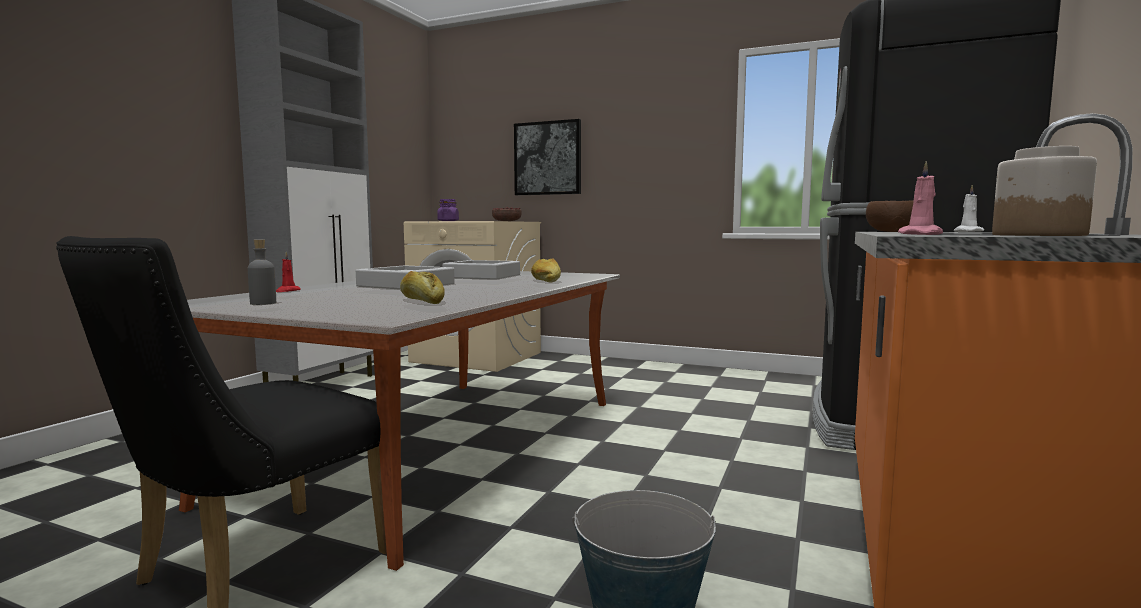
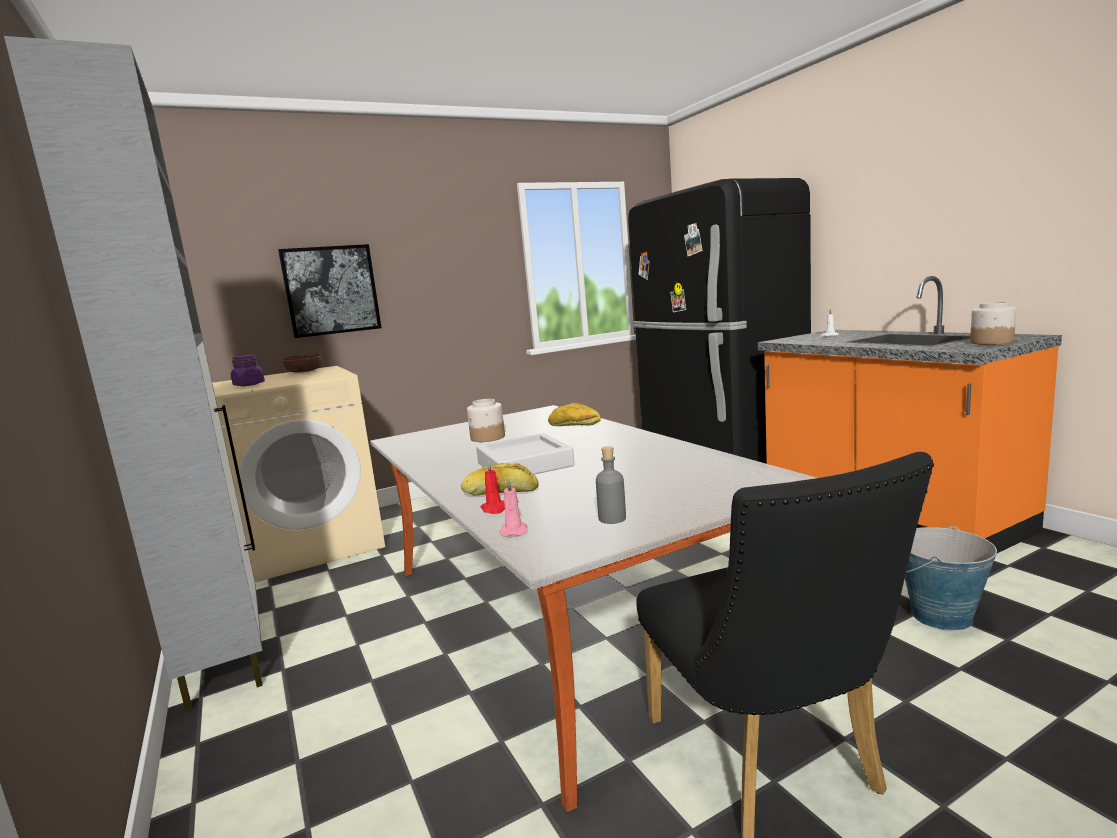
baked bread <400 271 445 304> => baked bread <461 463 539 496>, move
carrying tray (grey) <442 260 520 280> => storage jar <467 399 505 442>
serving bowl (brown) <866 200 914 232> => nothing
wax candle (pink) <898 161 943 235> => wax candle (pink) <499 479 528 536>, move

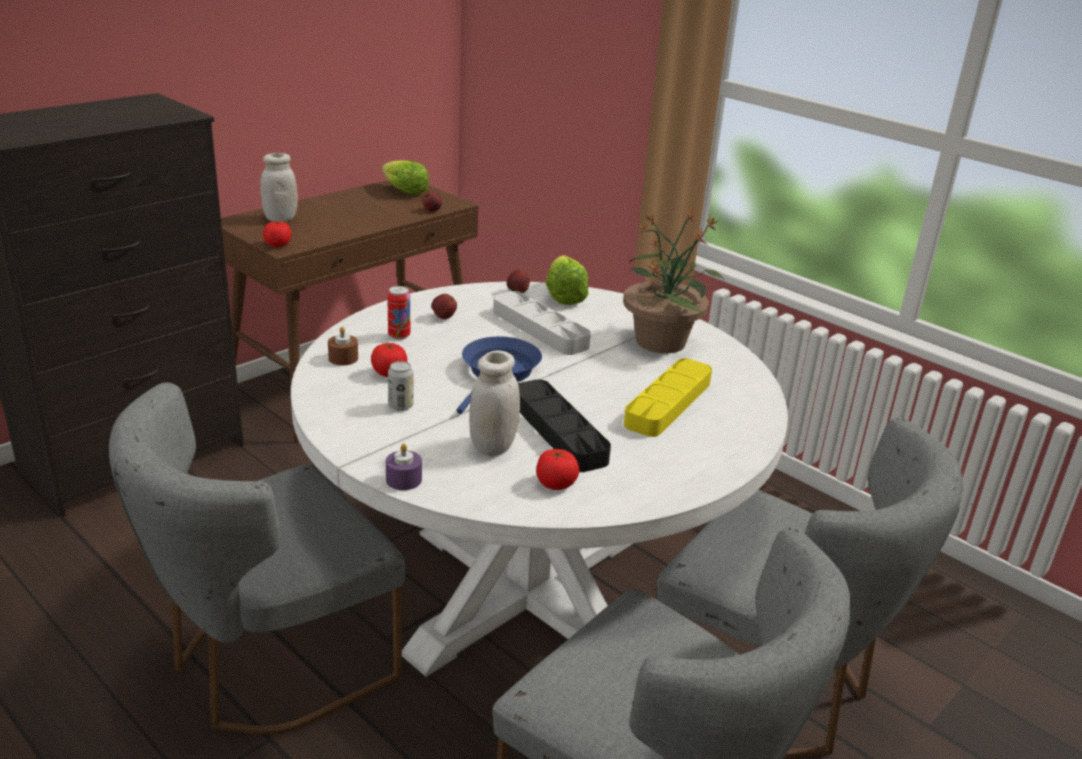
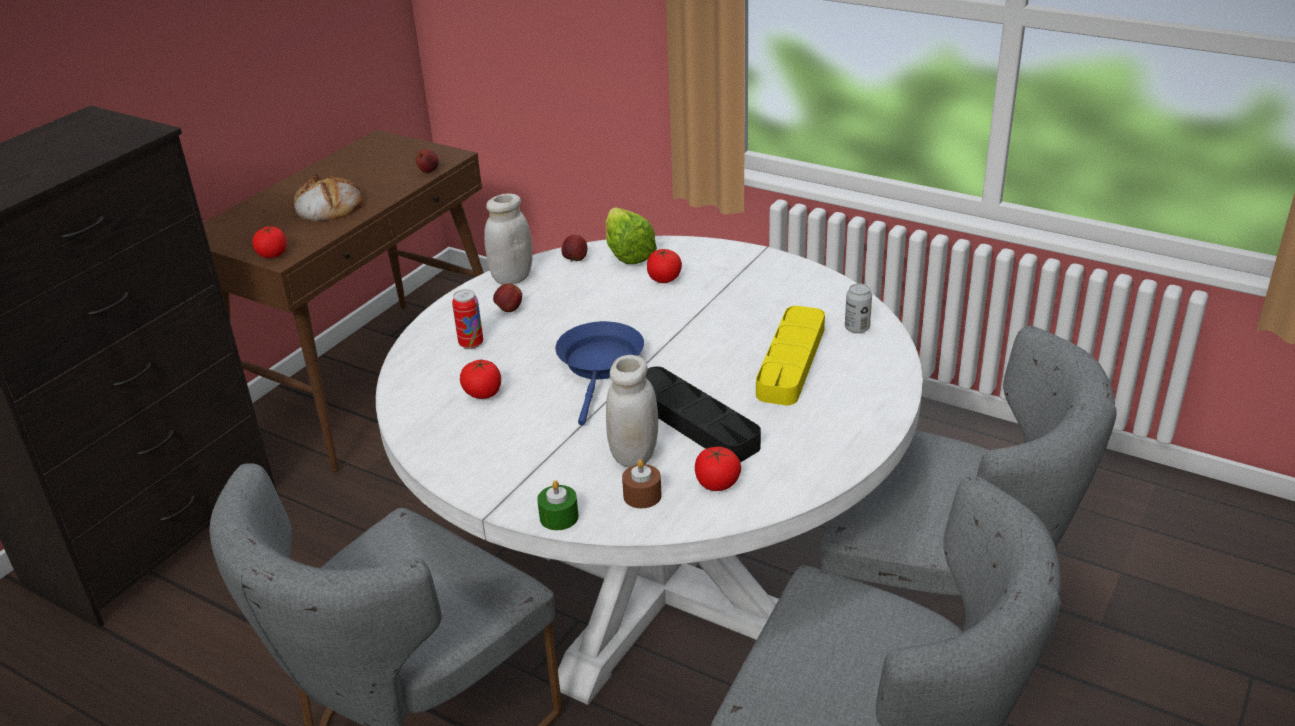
storage jar (white-coloured) <260 153 298 222> => storage jar (white-coloured) <484 193 533 285>, move
wax candle (brown) <328 327 358 366> => wax candle (brown) <622 459 662 508>, move
head of lettuce <382 160 429 195> => nothing
wax candle (purple) <386 443 422 490> => wax candle (green-coloured) <537 481 579 530>
can <388 361 414 411> => can <845 284 872 334>, move
carrying tray (grey) <493 291 591 355> => nothing
plant in a pot <623 208 725 353> => nothing
nothing => baked bread <294 174 363 221>
nothing => whole tomato <647 249 682 283>

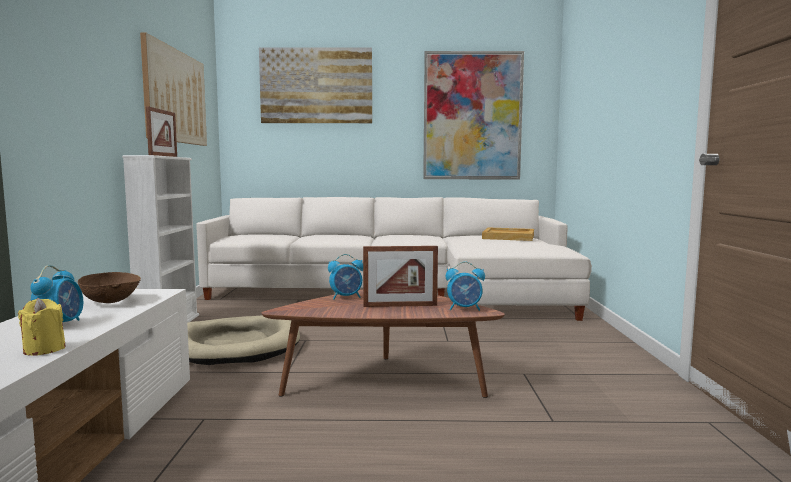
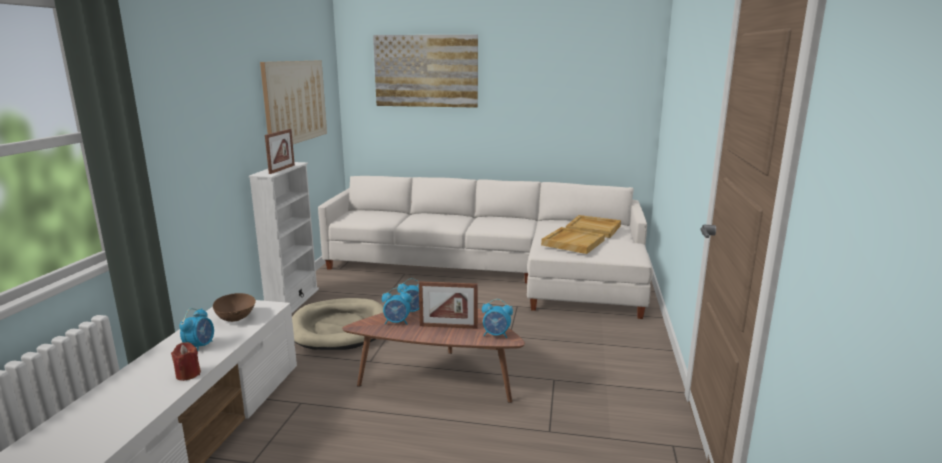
wax candle (yellow-coloured) <18 298 66 356> => wax candle (red) <171 342 201 381>
picture <423 51 524 180> => nothing
nothing => bedside clock <382 288 412 325>
nothing => carrying tray (beige) <541 227 605 254>

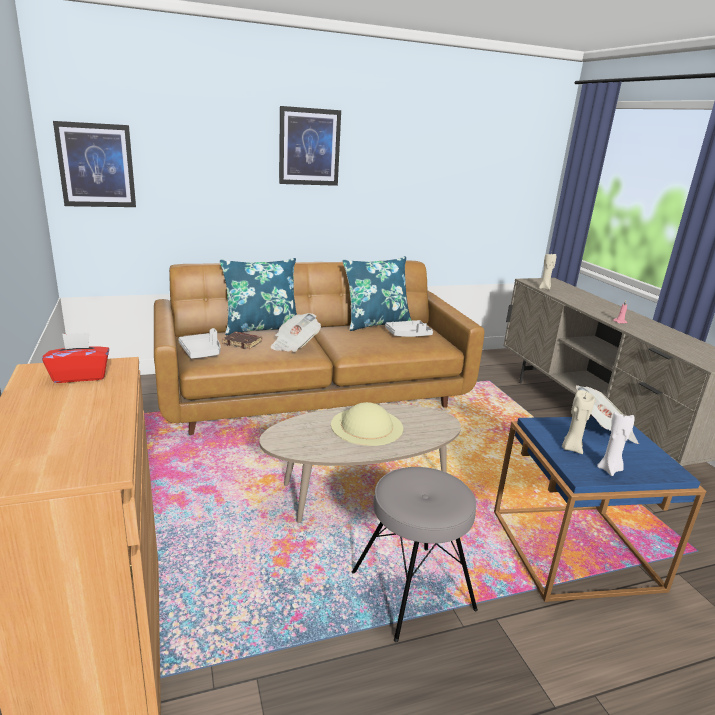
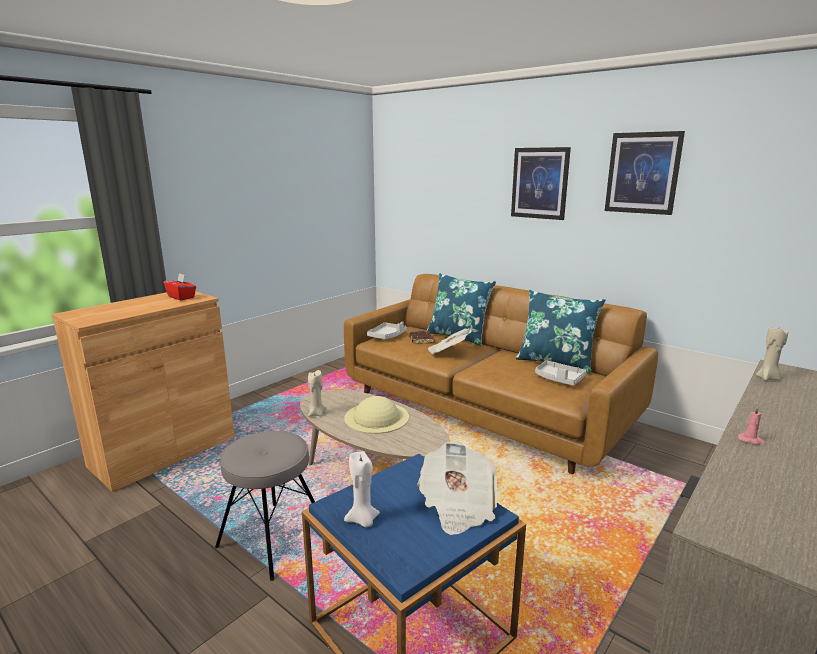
picture <53 121 136 207> => picture <605 131 685 215>, move
wax candle (beige) <562 390 595 454> => wax candle (beige) <308 370 327 416>, move

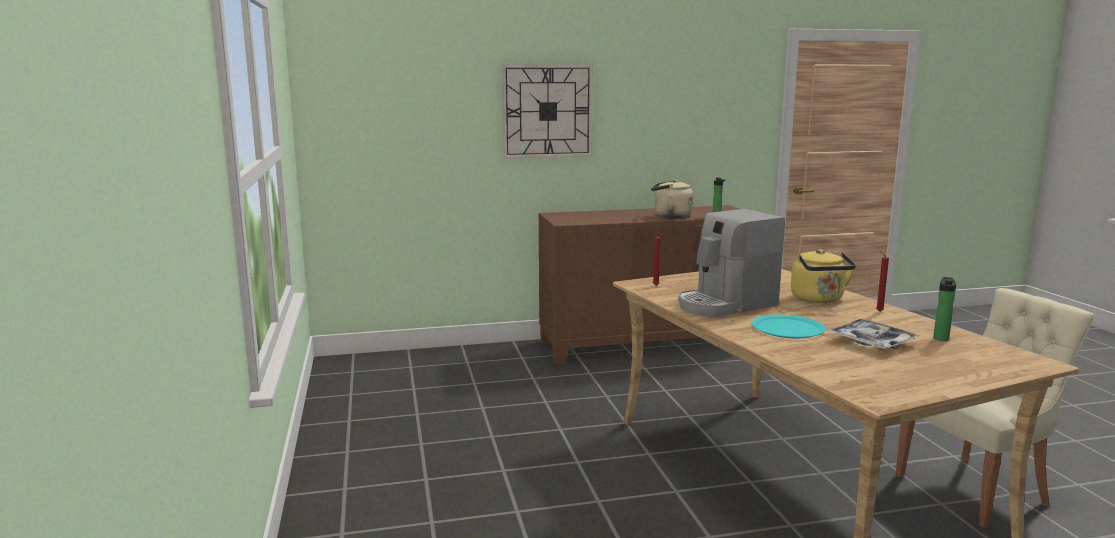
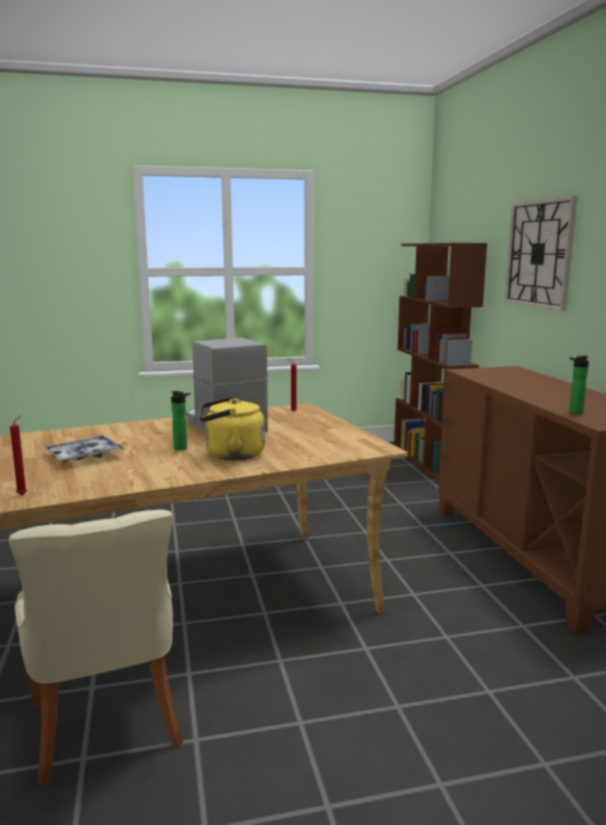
water kettle (beige) <651 180 693 218> => nothing
flat dish (blue-green) <751 314 826 338> => nothing
wax candle (red) <876 251 889 312> => wax candle (red) <10 416 27 495>, move
beverage bottle <933 277 956 341> => beverage bottle <171 391 191 451>, move
nothing => shelving unit (brown) <394 243 487 483>

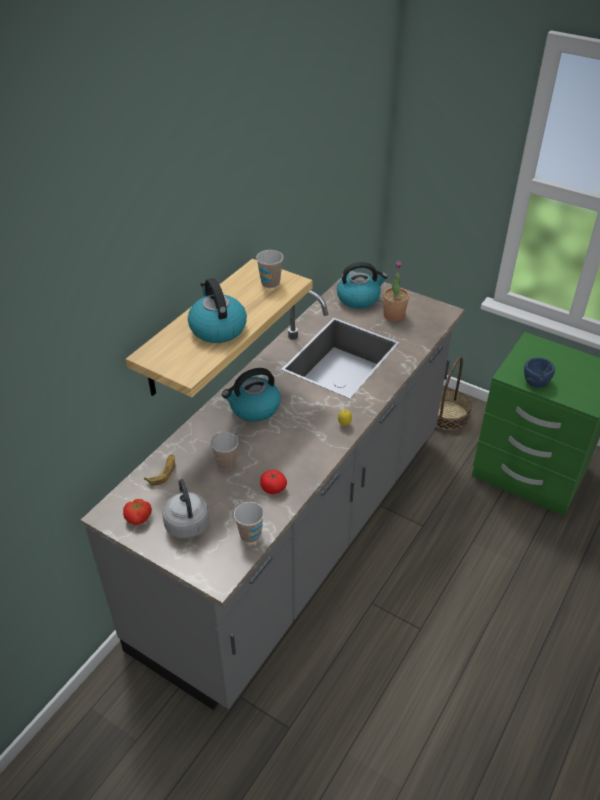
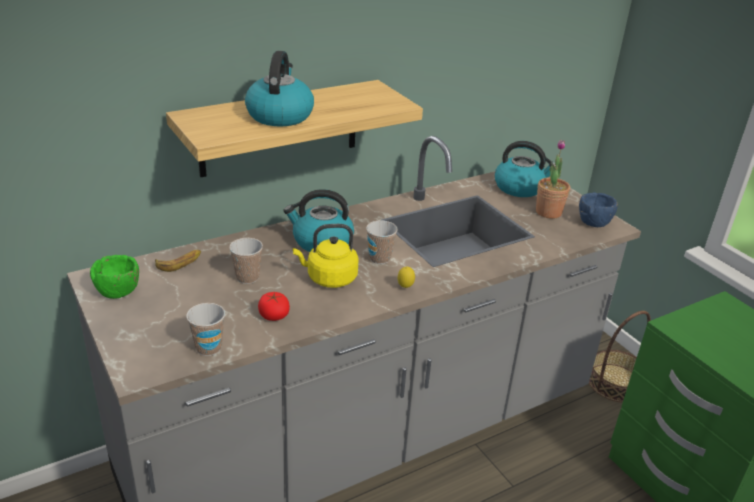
whole tomato <123 499 152 525> => serving bowl (green-coloured) <90 255 139 299>
water kettle (grey) <162 478 210 539> => nothing
small cup <256 250 284 288> => small cup <366 220 398 264>, move
serving bowl (blue-coloured) <524 357 555 388> => serving bowl (blue-coloured) <579 192 618 227>, move
nothing => water kettle (yellow-coloured) <293 224 359 288>

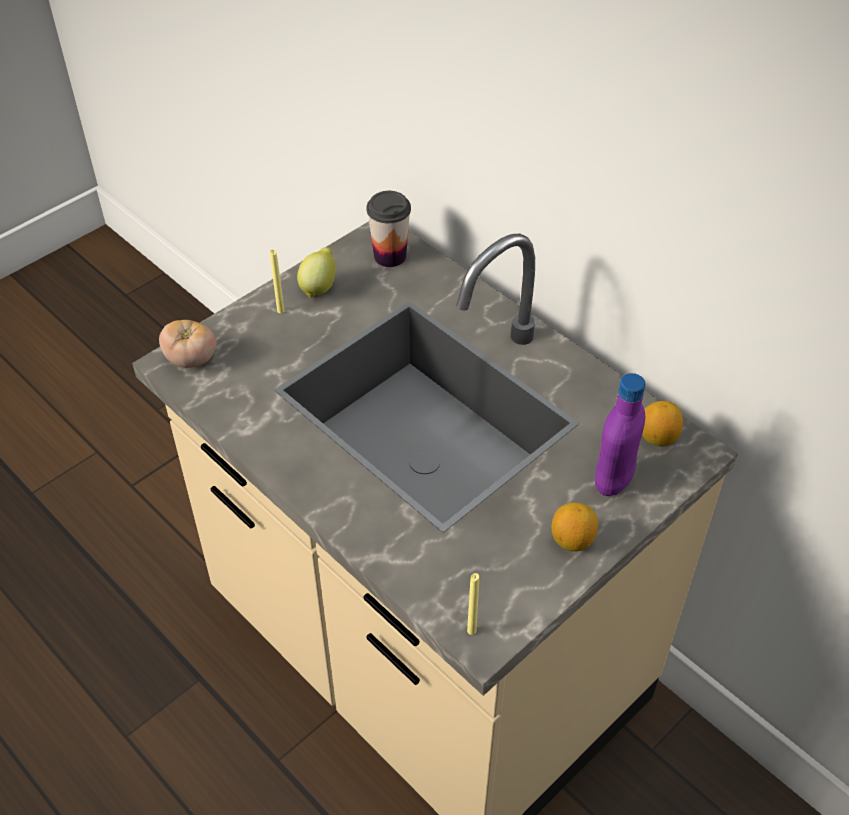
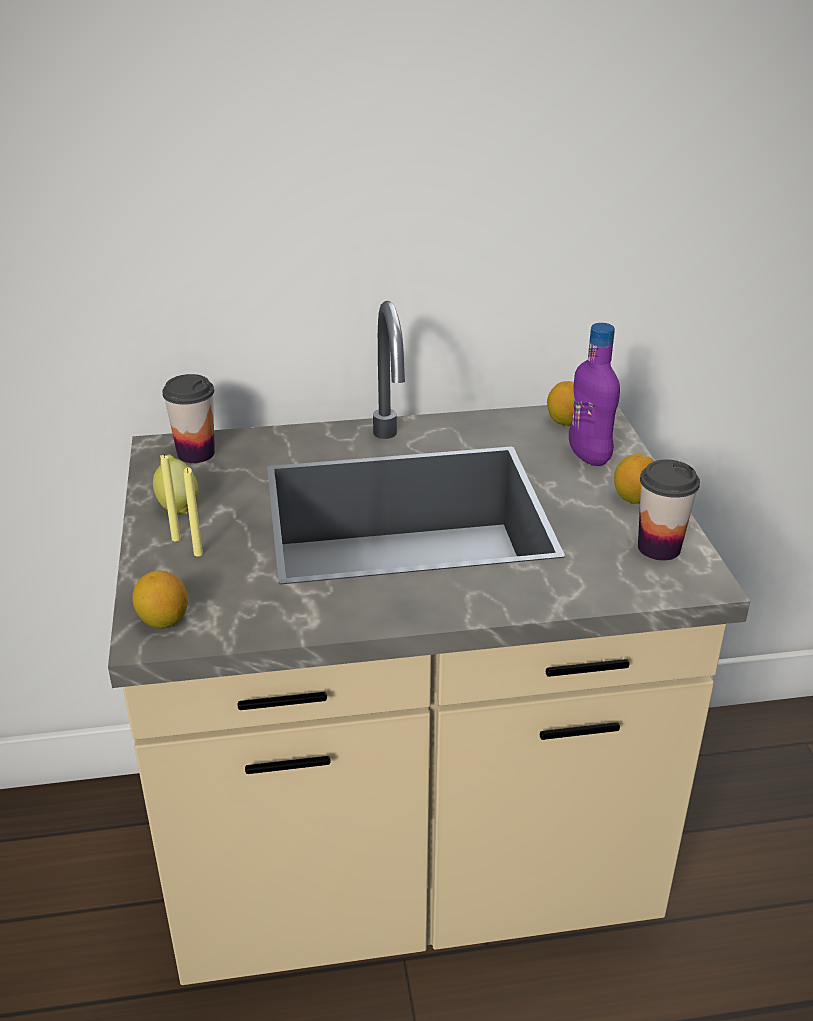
whole tomato <159 320 216 368> => whole lemon <132 571 188 629>
wax candle (yellow-coloured) <467 573 479 635> => wax candle (yellow-coloured) <184 467 203 557>, move
nothing => small cup <638 460 700 561>

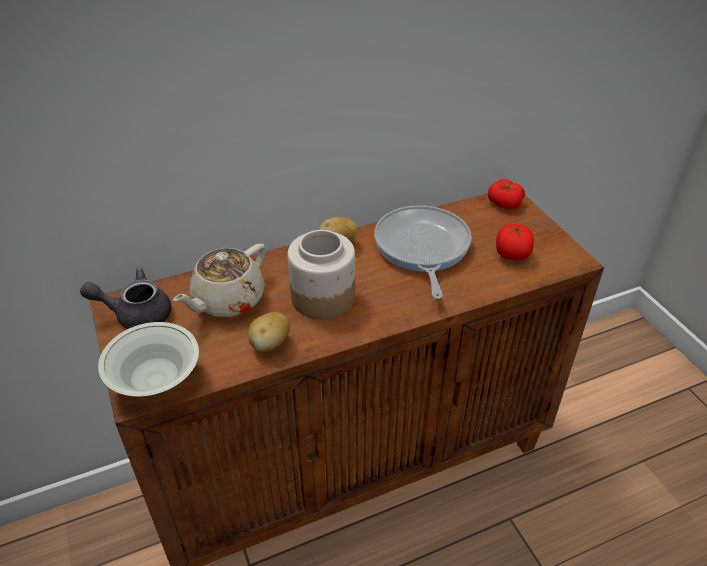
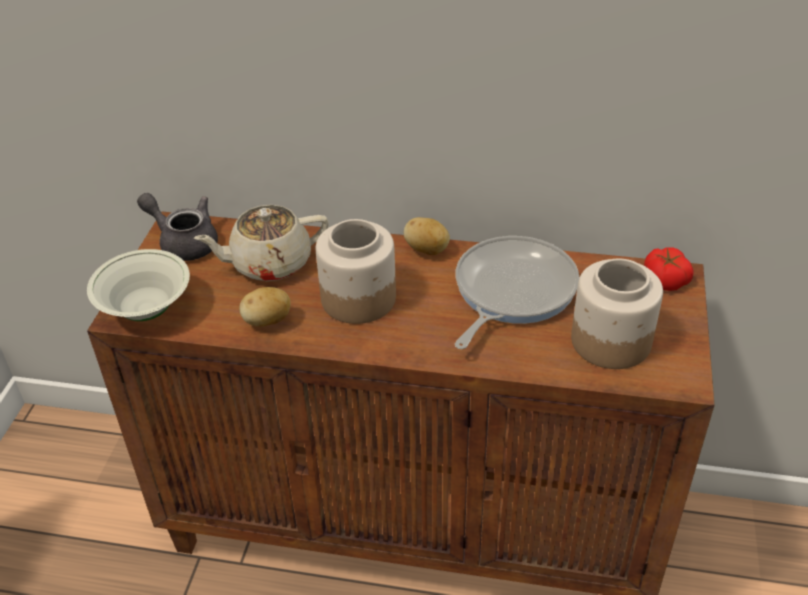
whole tomato <496 224 534 260> => storage jar <571 259 663 369>

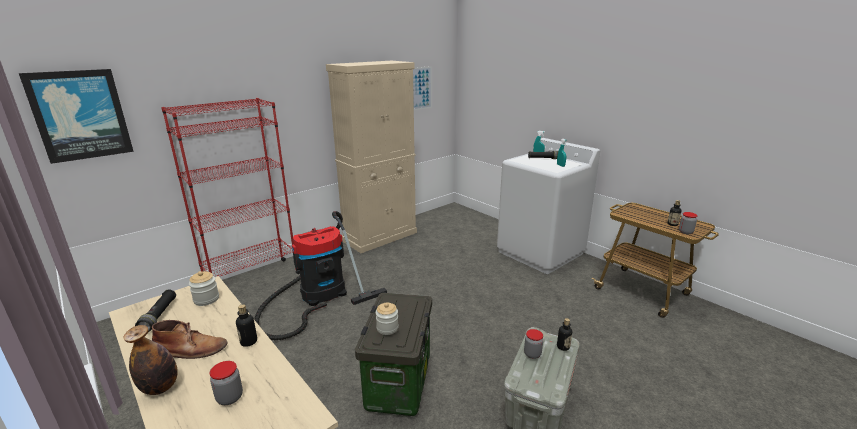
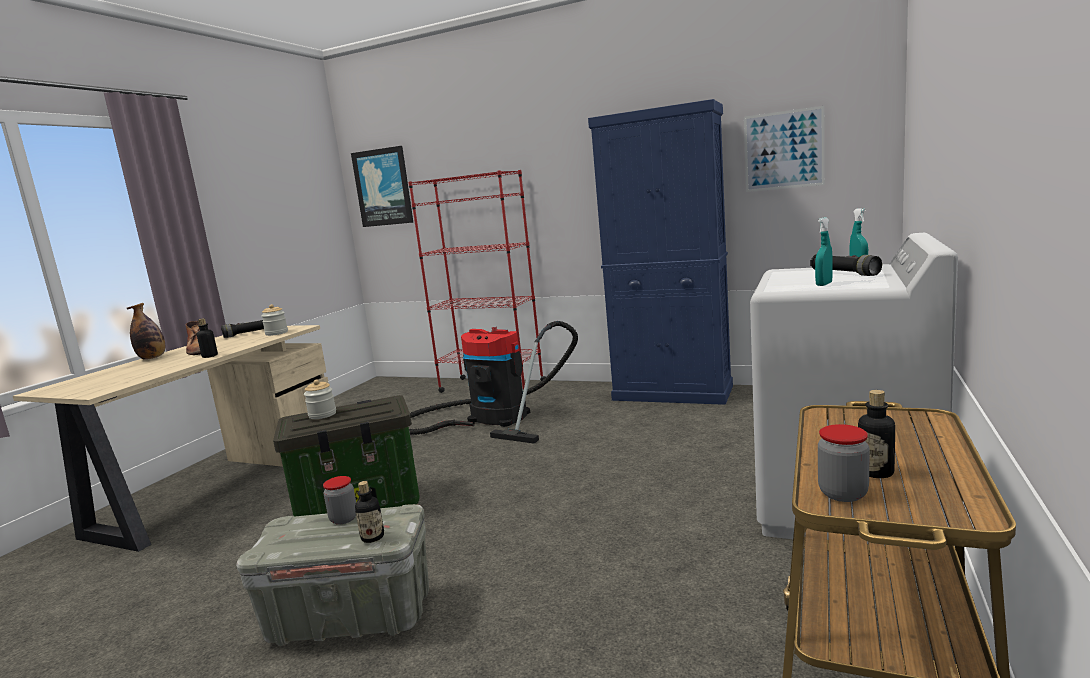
storage jar <210 361 243 405> => nothing
storage cabinet (beige) <326 61 417 253> => storage cabinet (blue-coloured) <588 99 733 405>

